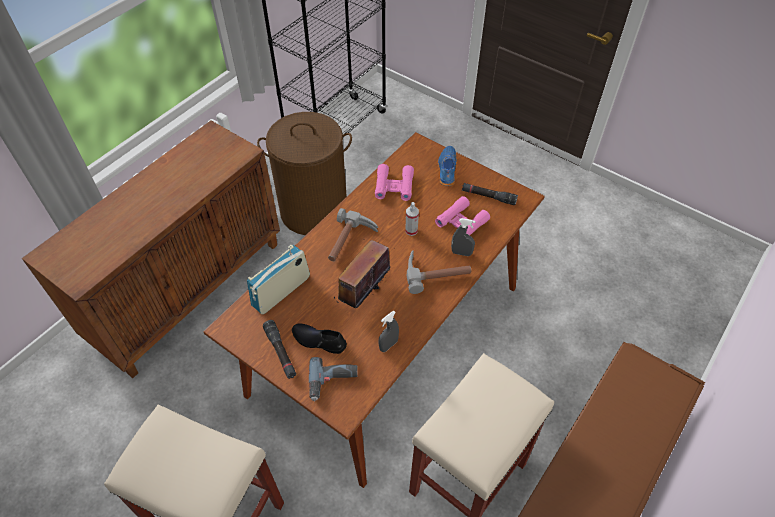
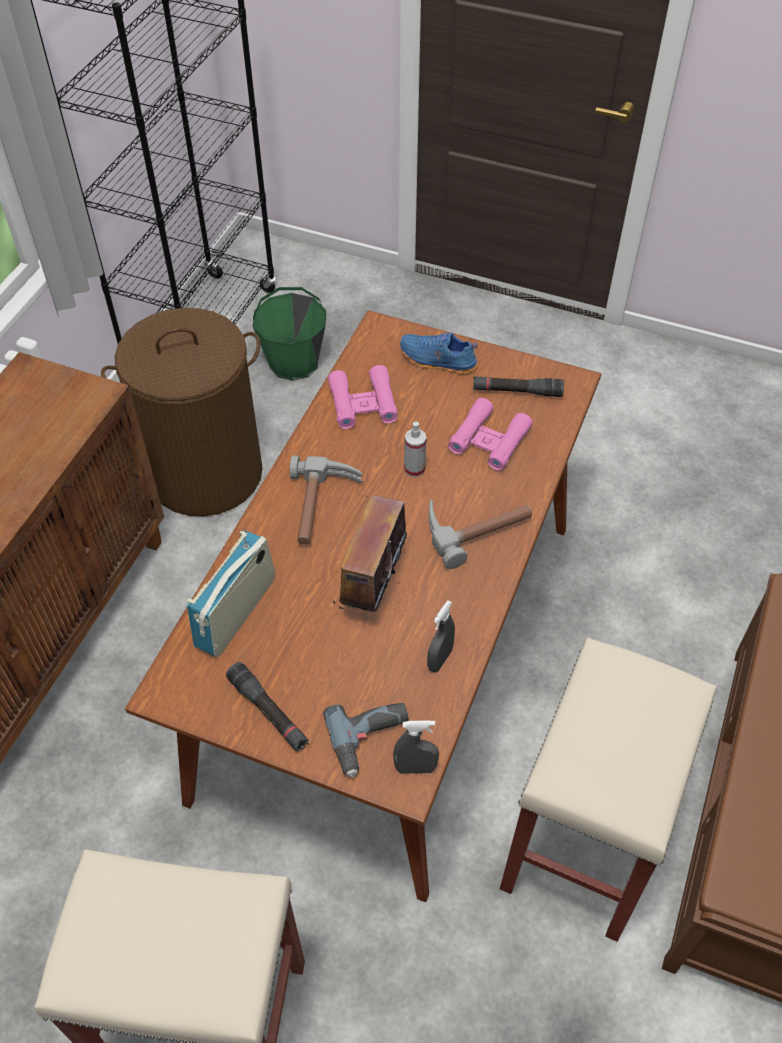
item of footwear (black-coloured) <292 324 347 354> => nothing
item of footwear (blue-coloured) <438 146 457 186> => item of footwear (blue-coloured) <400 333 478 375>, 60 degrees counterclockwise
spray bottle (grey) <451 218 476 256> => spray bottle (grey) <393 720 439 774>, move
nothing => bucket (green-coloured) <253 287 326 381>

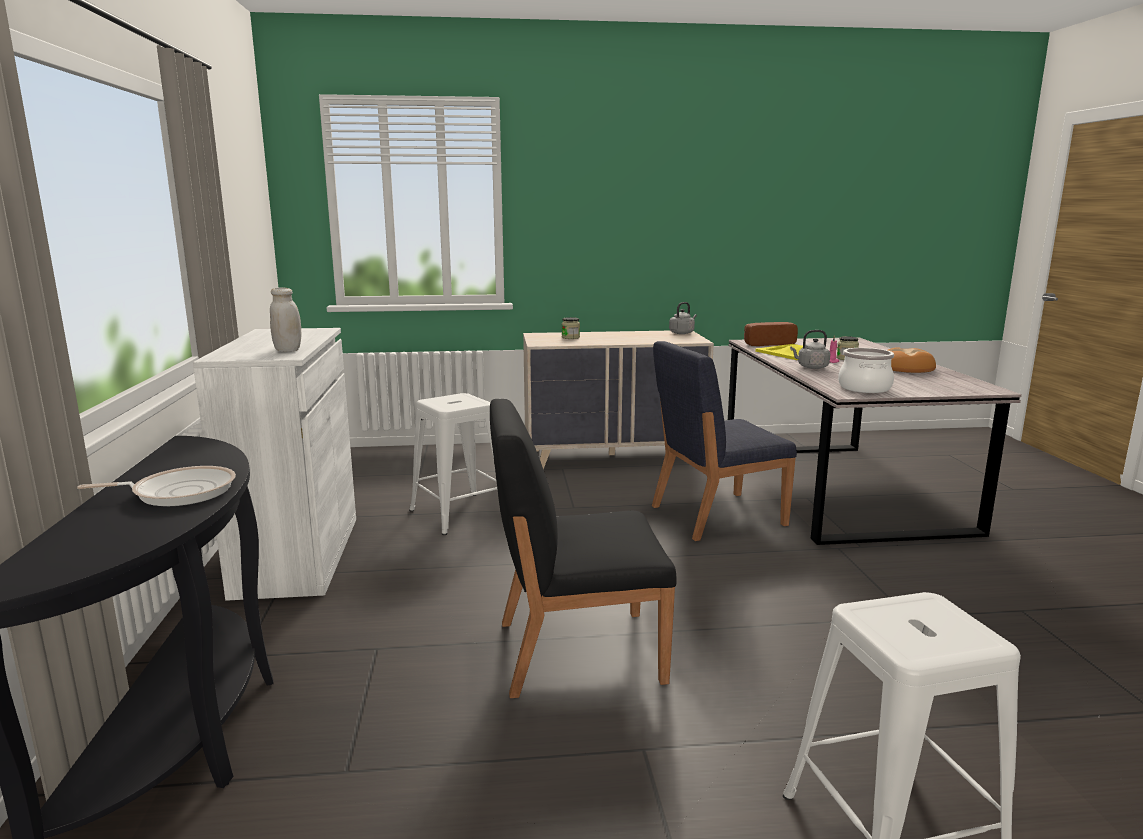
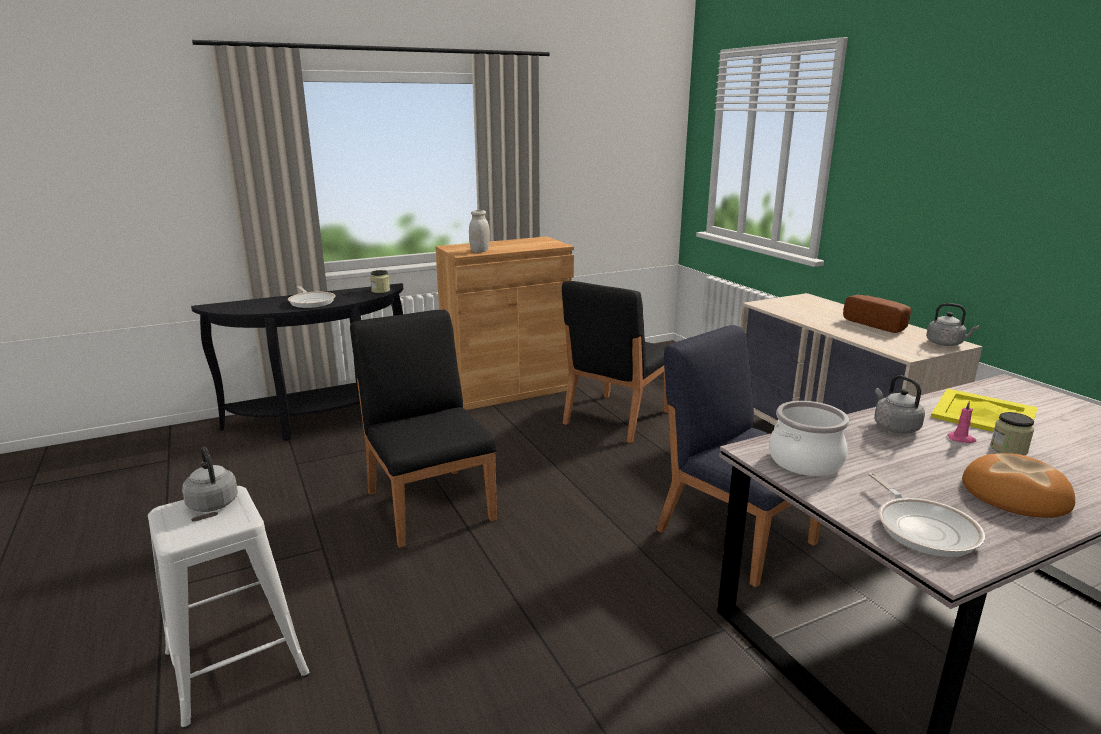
storage cabinet (white-coloured) <193 328 356 601> => storage cabinet (brown) <435 237 574 410>
stool (white-coloured) <409 393 498 535> => plain chair (black-coloured) <562 281 669 443>
storage jar <562 317 580 339> => storage jar <370 270 390 293>, move
baked bread <744 322 798 346> => baked bread <843 295 911 333>, move
nothing => water kettle (grey) <182 447 238 512>
nothing => skillet <868 472 985 557>

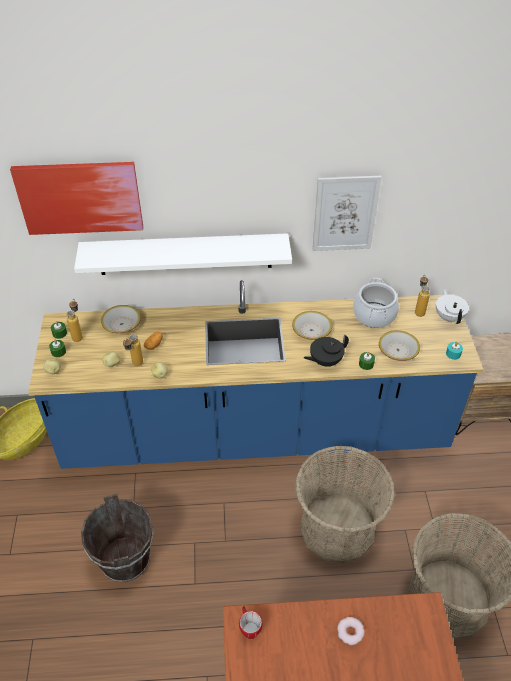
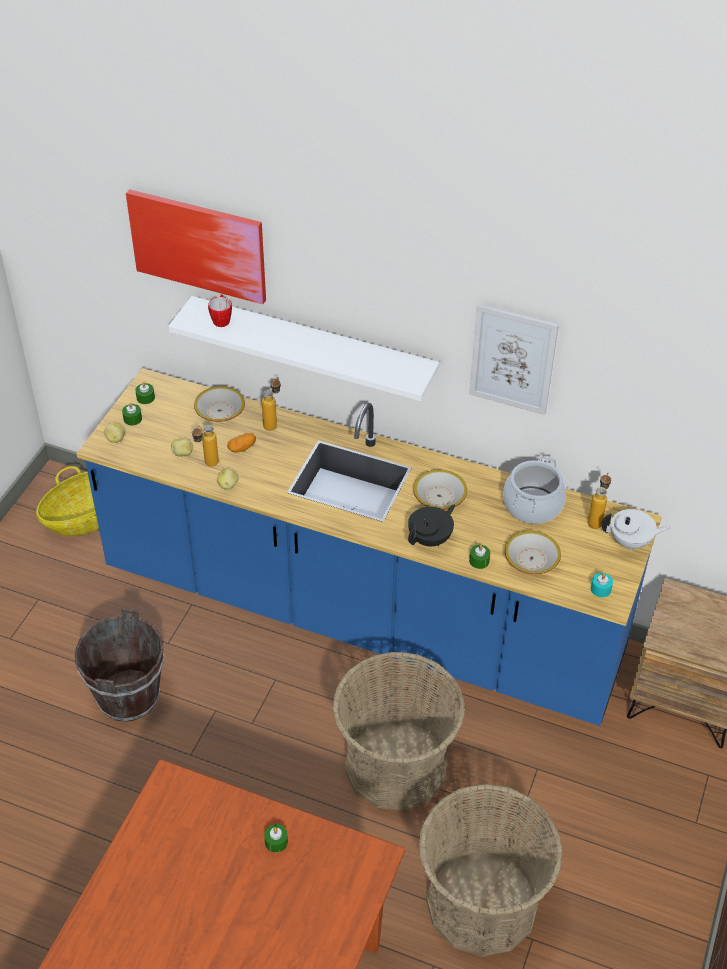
beverage bottle <67 300 83 342> => beverage bottle <262 377 281 431>, move
coffee mug <239 606 262 639> => coffee mug <208 294 232 327>, move
pot for tea (black-coloured) <304 335 349 367> => pot for tea (black-coloured) <408 505 456 546>, 135 degrees clockwise
donut <337 617 365 645> => wax candle (green-coloured) <264 824 288 853>
pot for tea (white-coloured) <436 288 469 324> => pot for tea (white-coloured) <602 509 670 551>, 75 degrees clockwise

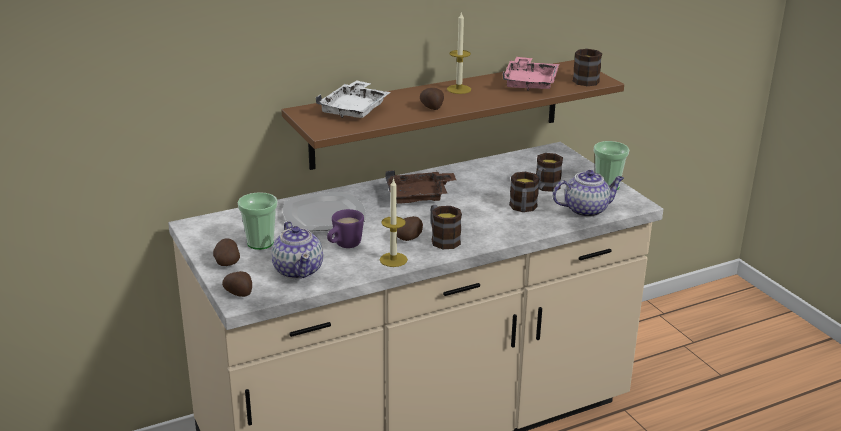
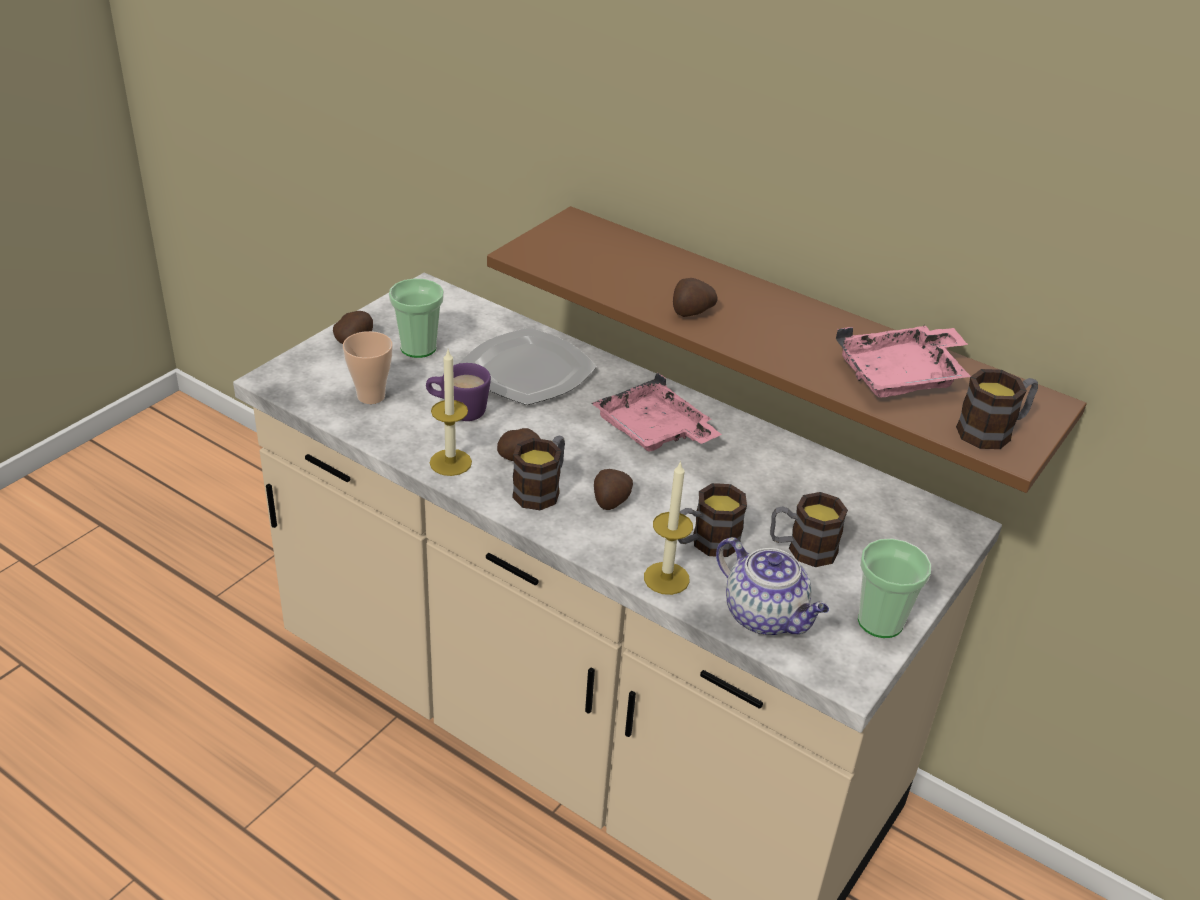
potato <222 271 252 297> => potato <594 469 633 510>, move
pot for tea <271 221 323 279> => small cup <343 331 393 404>
carrying tray (white-coloured) <316 80 391 118> => nothing
carrying tray (brown) <385 170 456 204> => carrying tray (pink) <592 372 722 452>
wax candle <447 11 471 94> => wax candle <644 461 693 595>, move

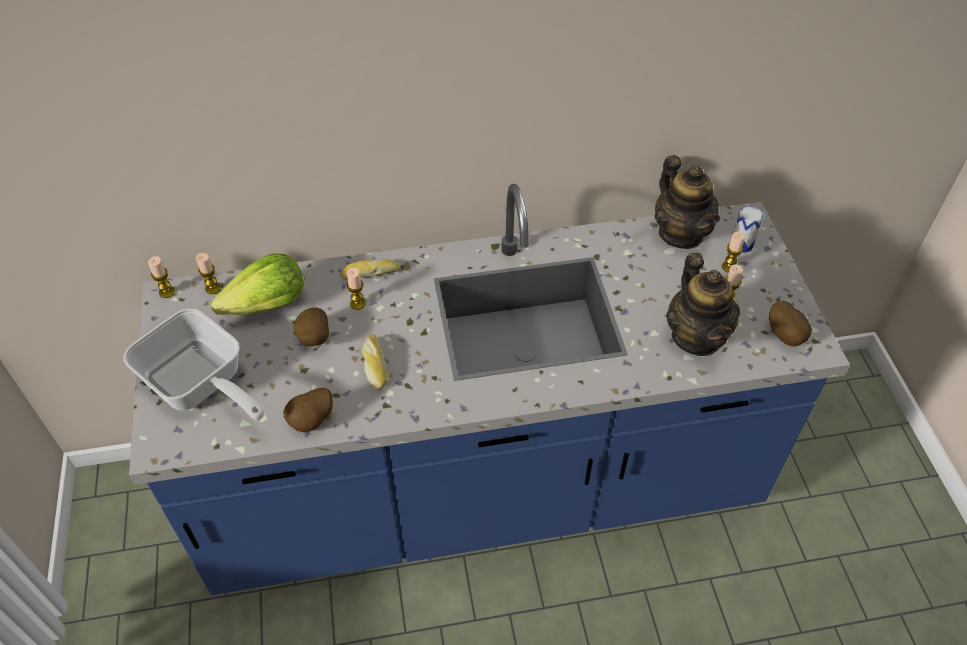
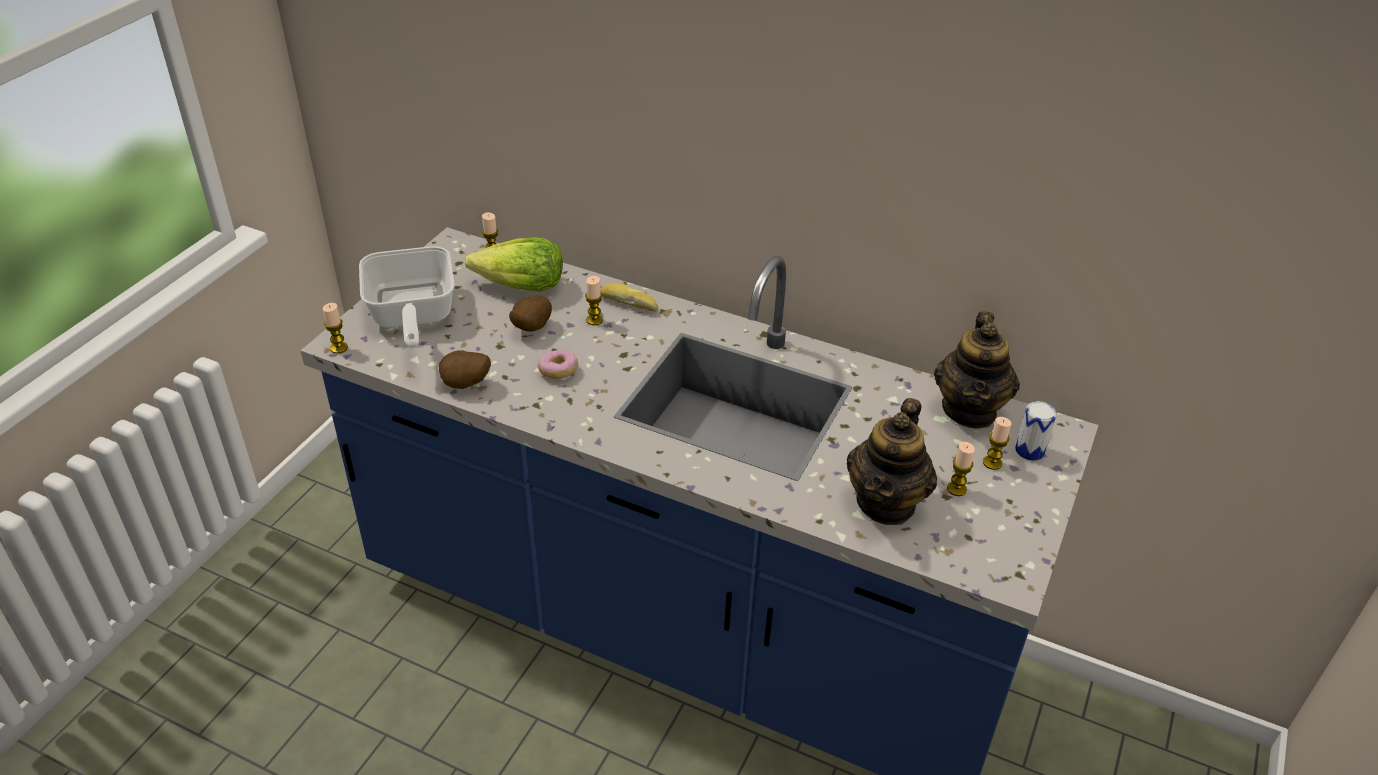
wax candle <148 256 175 298> => wax candle <323 303 348 354>, move
baked bread <362 335 387 390> => donut <538 350 578 379>
potato <769 301 812 347> => nothing

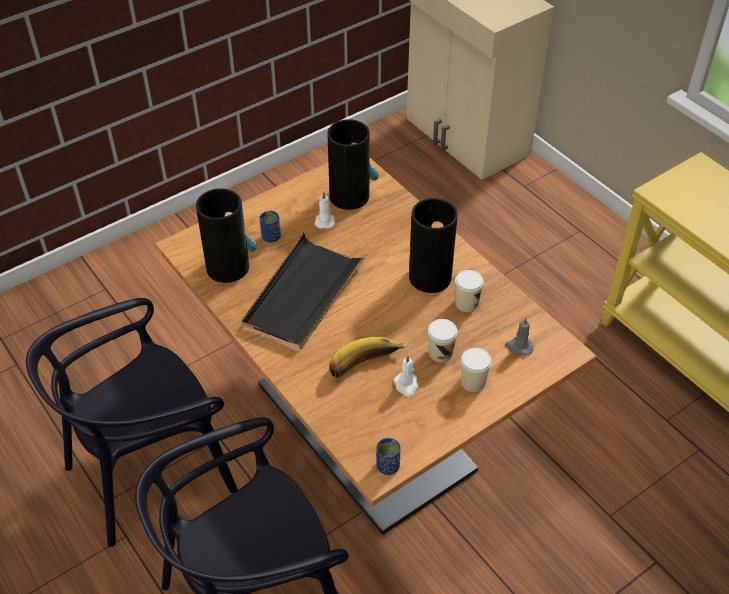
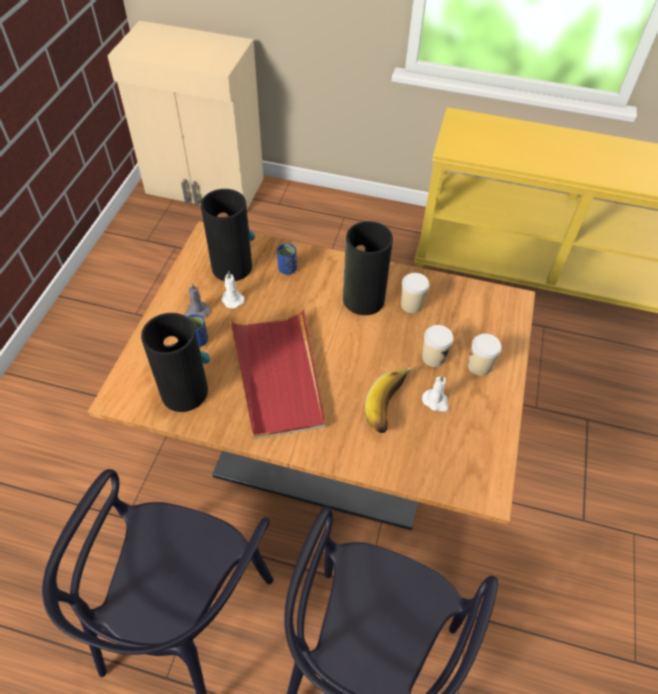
carrying tray (black-coloured) <241 233 367 350> => carrying tray (red) <230 309 325 439>
small cup (blue-coloured) <376 438 401 475> => small cup (blue-coloured) <277 243 297 275>, move
wax candle (grey) <505 317 534 356> => wax candle (grey) <184 283 210 317>, move

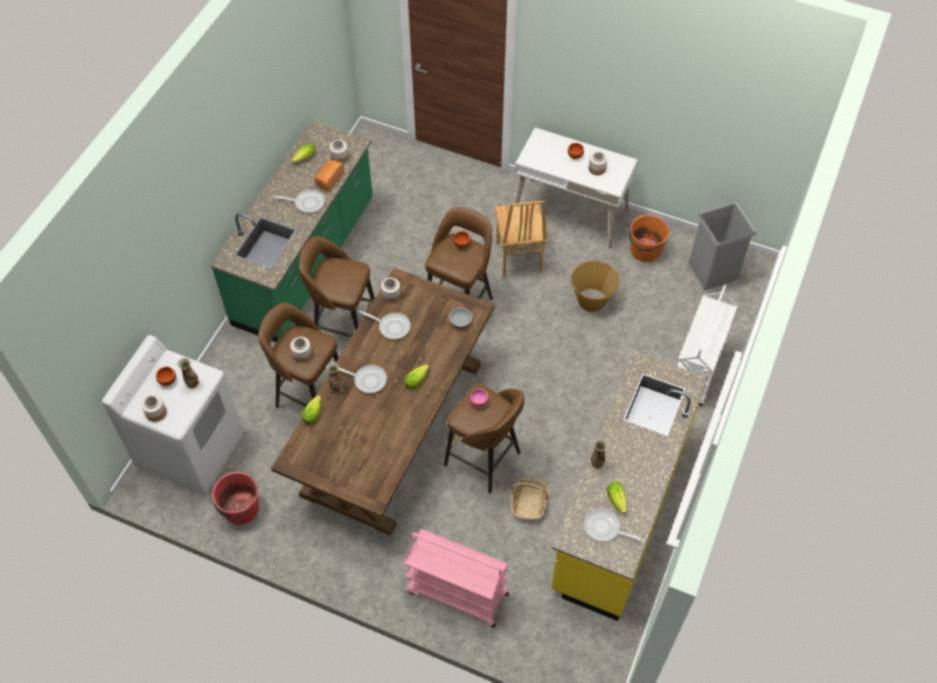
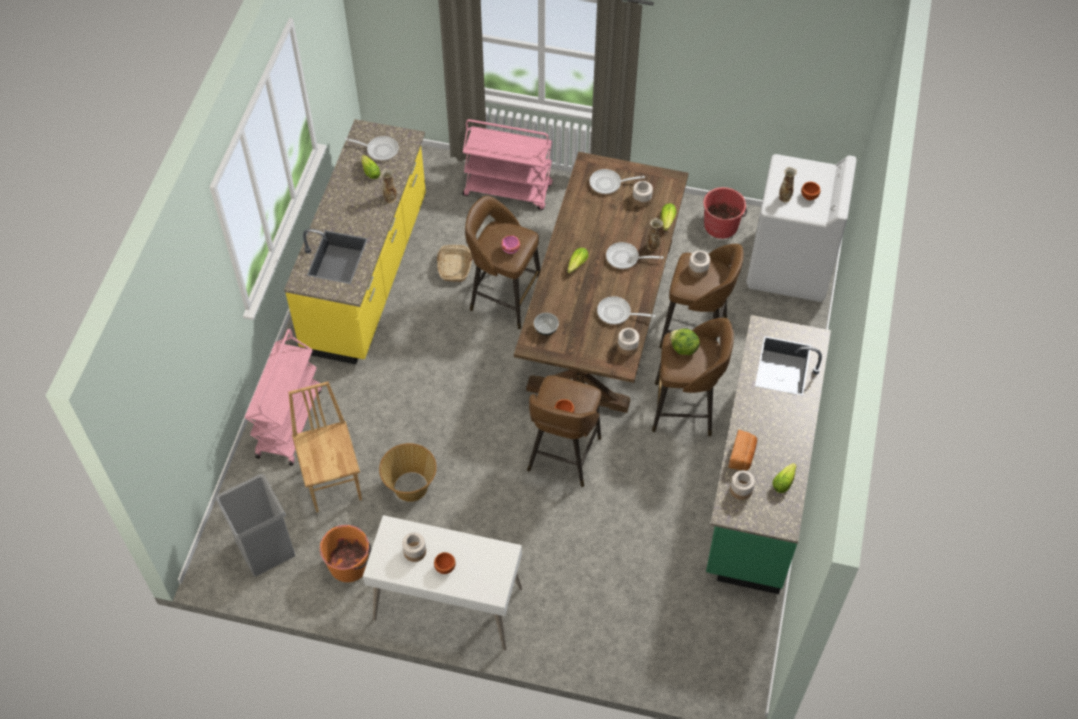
storage jar <141 394 167 422> => storage jar <632 181 653 207>, move
skillet <273 189 325 213> => skillet <590 169 645 194>, move
plain chair (brown) <494 201 548 277> => plain chair (brown) <288 382 362 512>, move
wheeled cart (white-coloured) <677 285 737 406> => wheeled cart (pink) <245 329 322 466>
nothing => head of lettuce <670 328 700 355>

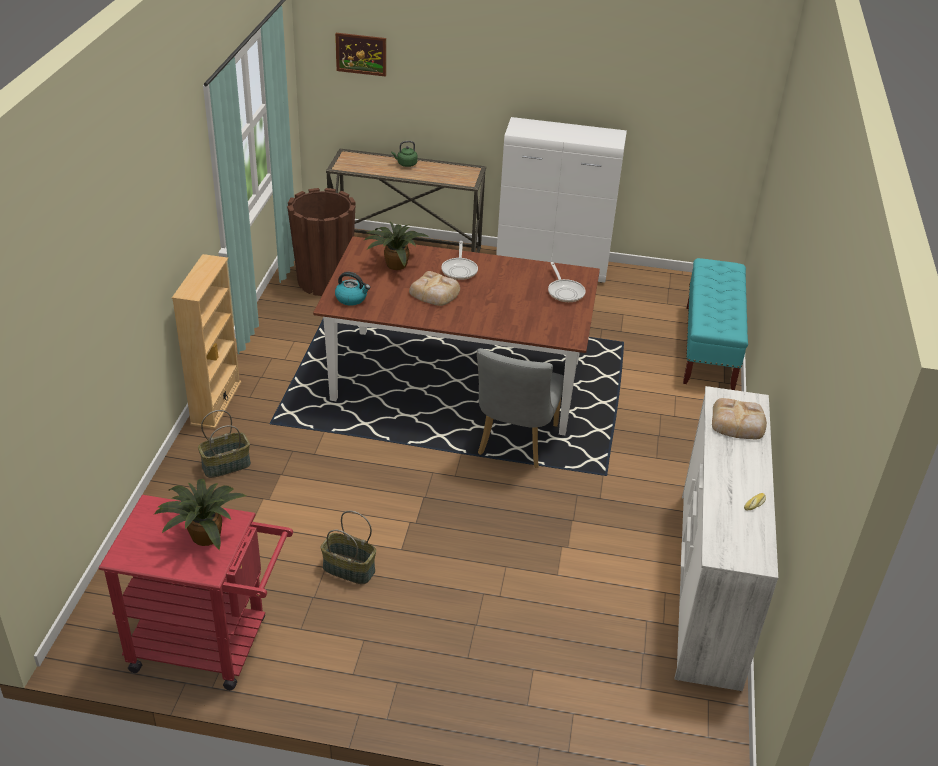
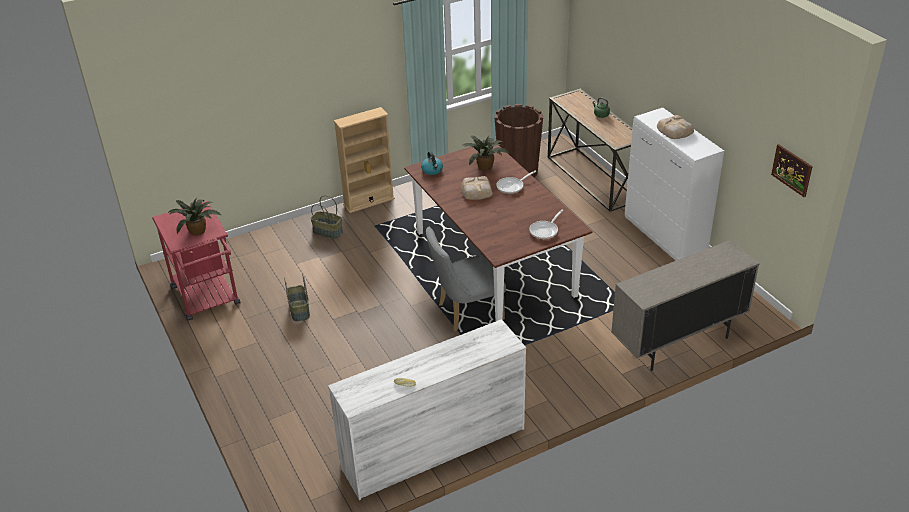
picture <335 33 386 77> => picture <771 144 813 197>, move
long seat (blue-green) <683 258 748 390> => storage cabinet (beige) <611 240 760 371>
baked bread <712 398 767 439> => baked bread <657 115 694 139>, move

